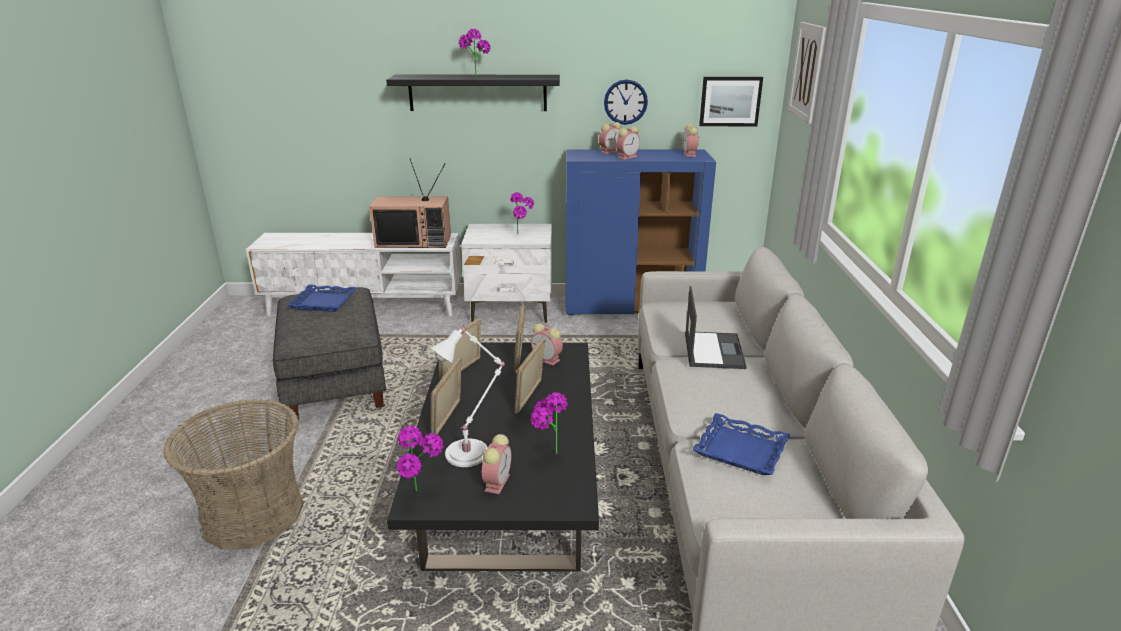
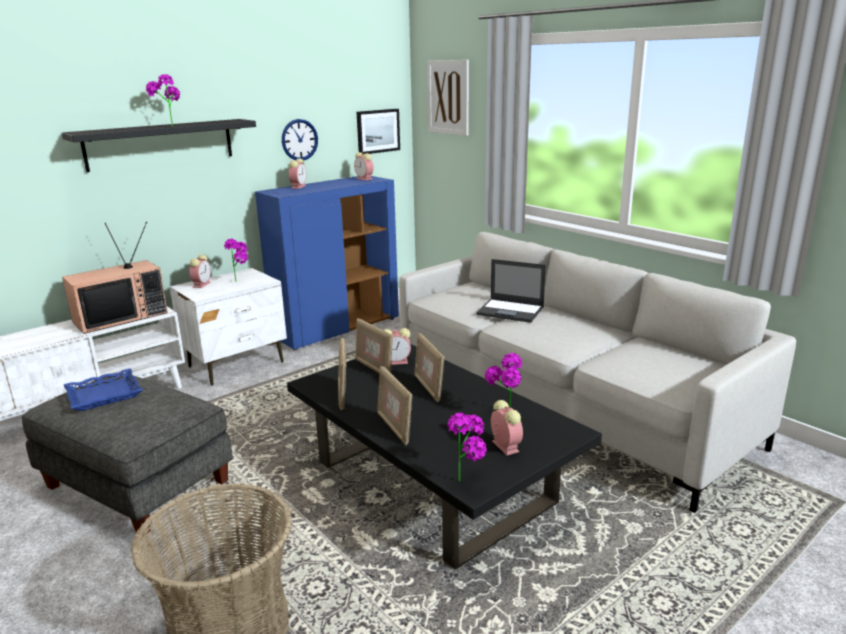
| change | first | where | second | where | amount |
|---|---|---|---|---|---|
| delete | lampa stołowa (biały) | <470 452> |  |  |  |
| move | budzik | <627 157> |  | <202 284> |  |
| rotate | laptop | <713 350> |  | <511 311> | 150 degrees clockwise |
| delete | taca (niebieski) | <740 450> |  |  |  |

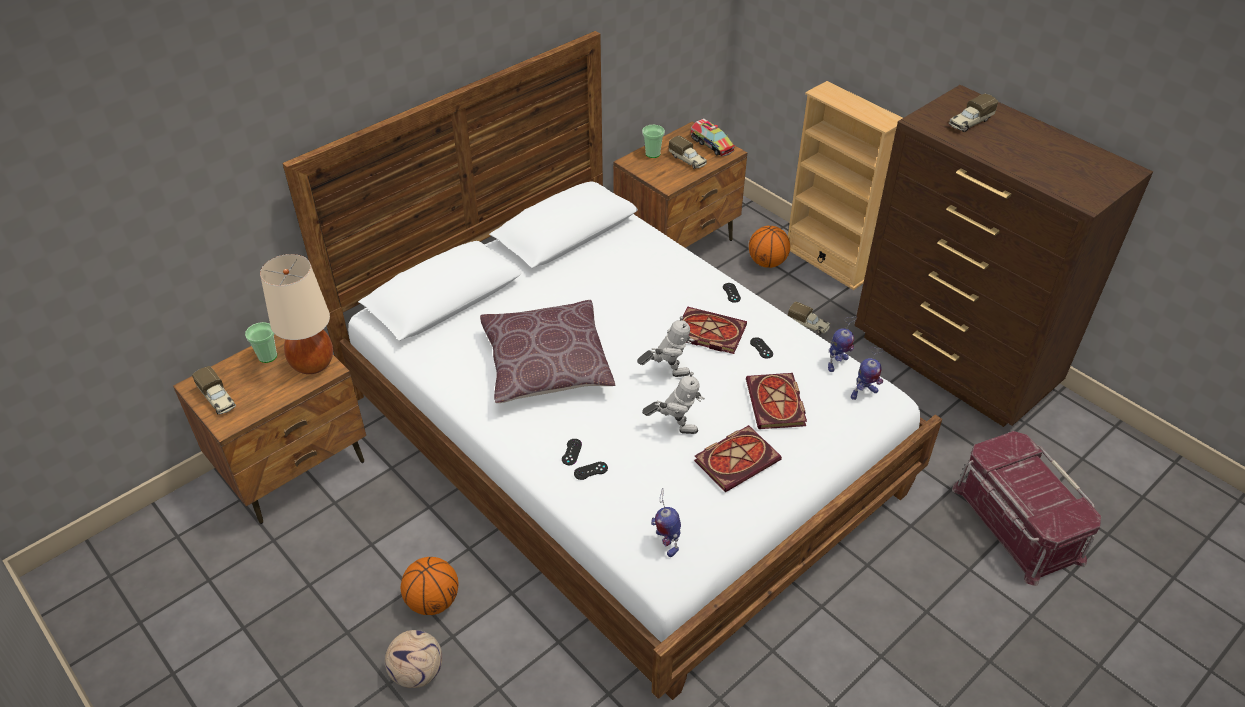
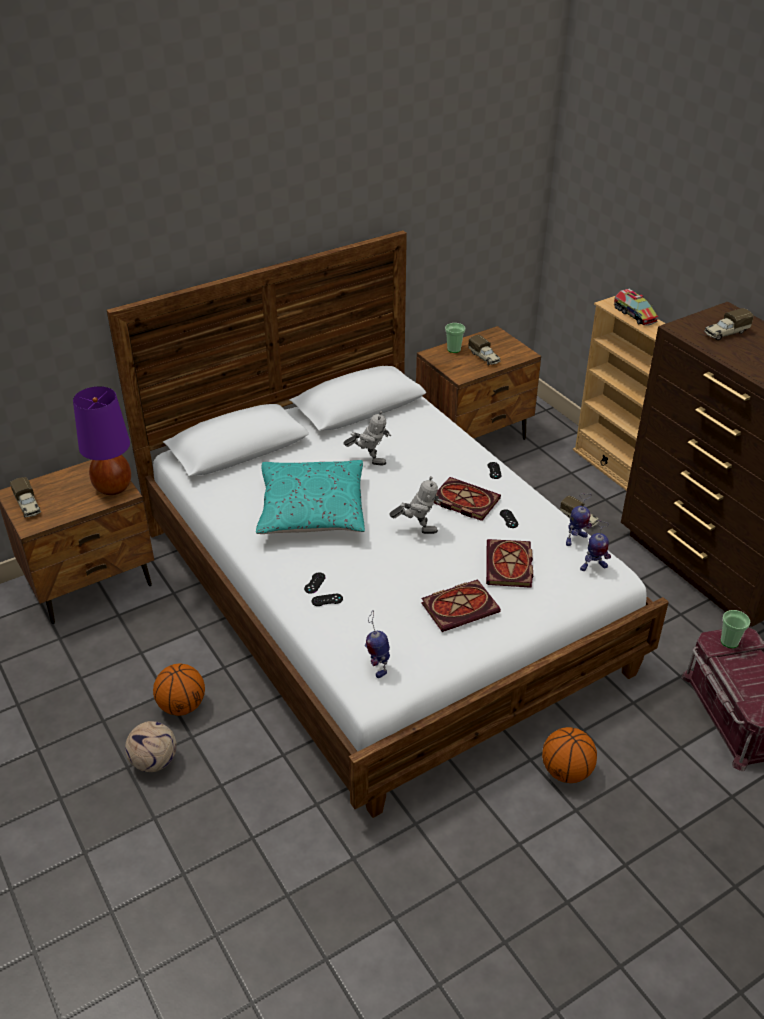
| change | first | where | second | where | amount |
|---|---|---|---|---|---|
| move | filiżanka | <267 356> |  | <729 641> |  |
| recolor | lampa stołowa (beżowy) | <312 364> | lampa stołowa (fioletowy) | <112 487> |  |
| recolor | poduszka (brązowy) | <546 365> | poduszka (turkusowy) | <312 511> |  |
| move | robot zabawkowy | <674 427> |  | <369 460> |  |
| move | ciężarówka zabawkowa | <712 144> |  | <634 314> |  |
| move | piłka do koszykówki | <767 263> |  | <566 771> |  |

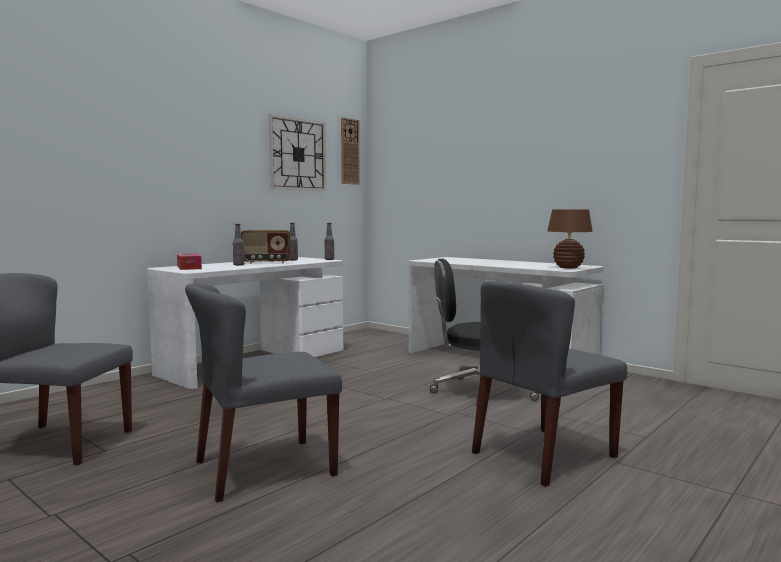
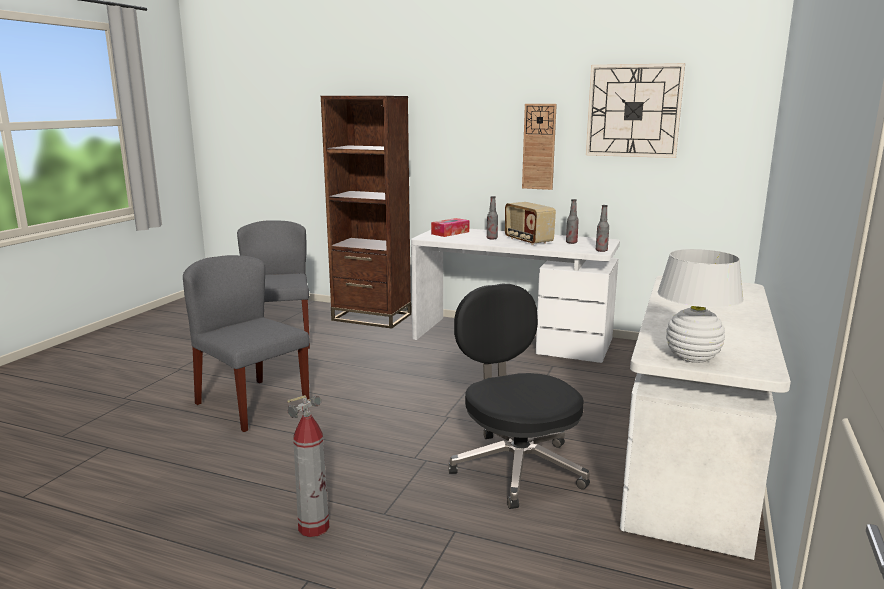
| change | first | where | second | where | amount |
|---|---|---|---|---|---|
| move | zegar ścienny | <349 151> |  | <539 147> |  |
| replace | krzesło (szary) | <543 455> | gaśnica | <314 527> |  |
| recolor | lampa stołowa (brązowy) | <568 267> | lampa stołowa (biały) | <692 357> |  |
| insert |  |  | regał (brązowy) | <371 317> |  |

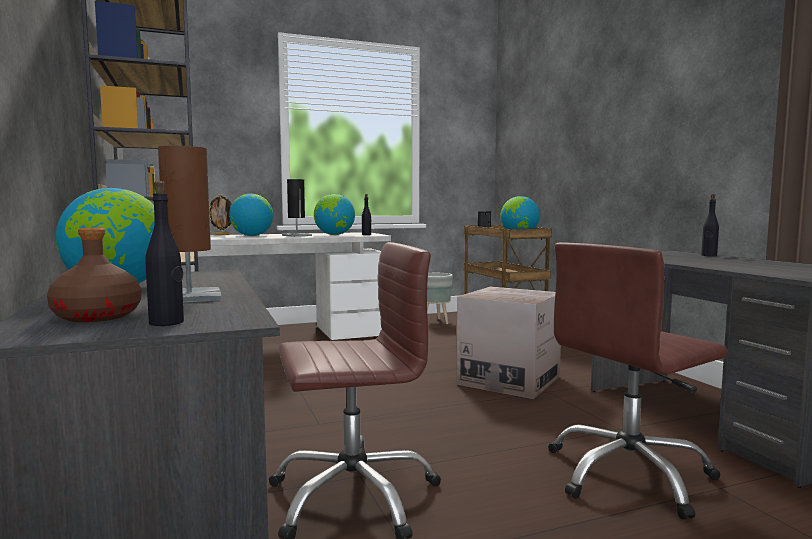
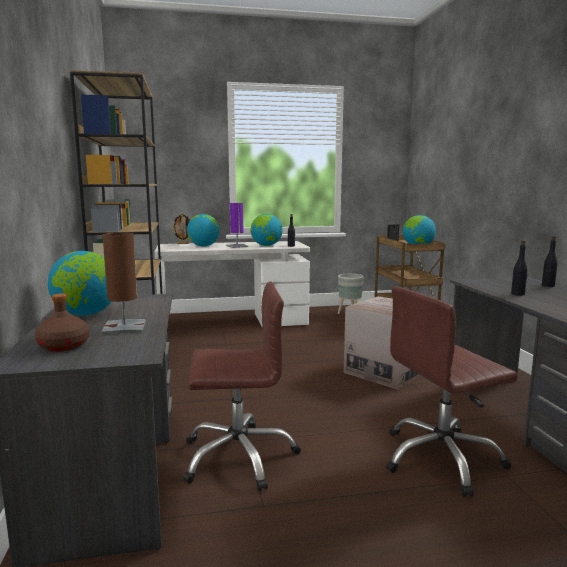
| change | first | where | second | where | amount |
|---|---|---|---|---|---|
| move | butelka (czarny) | <167 323> |  | <518 294> |  |
| recolor | lampa stołowa (czarny) | <296 235> | lampa stołowa (fioletowy) | <237 246> |  |

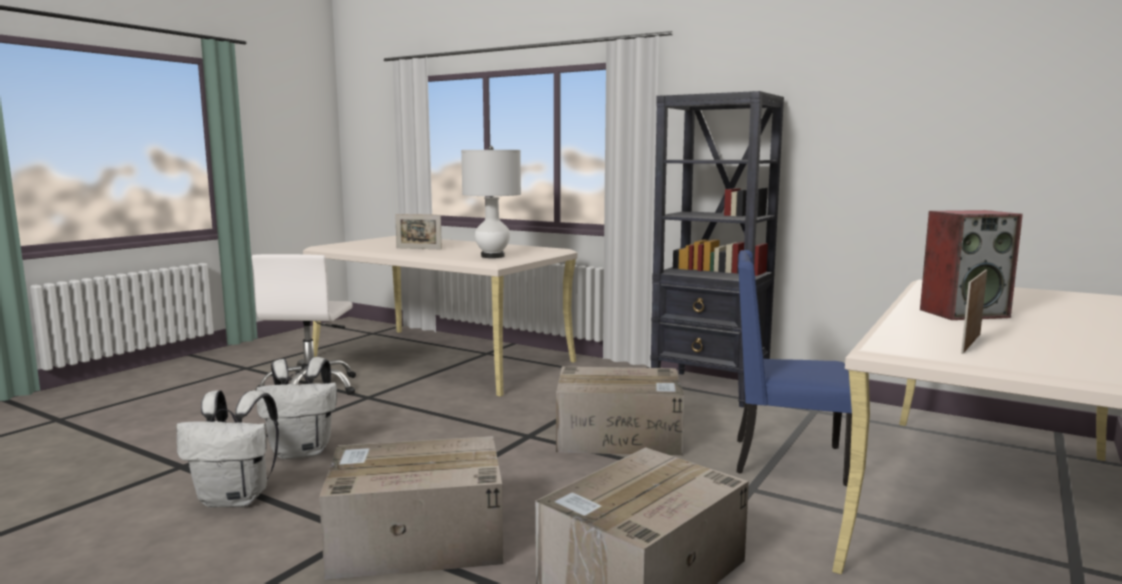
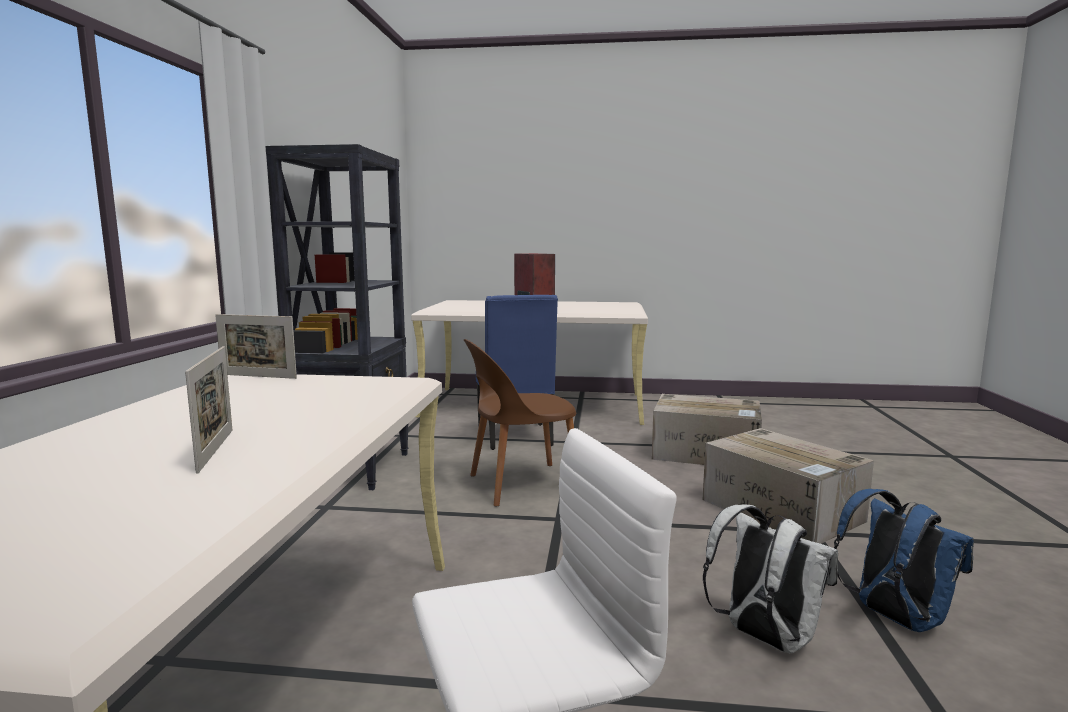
| change | first | where | second | where | amount |
|---|---|---|---|---|---|
| recolor | plecak (biały) | <236 499> | plecak (niebieski) | <893 617> |  |
| delete | lampa stołowa (biały) | <492 256> |  |  |  |
| replace | karton | <620 436> | krzesło (brązowy) | <521 484> |  |
| move | ramka na zdjęcie | <971 343> |  | <258 376> |  |

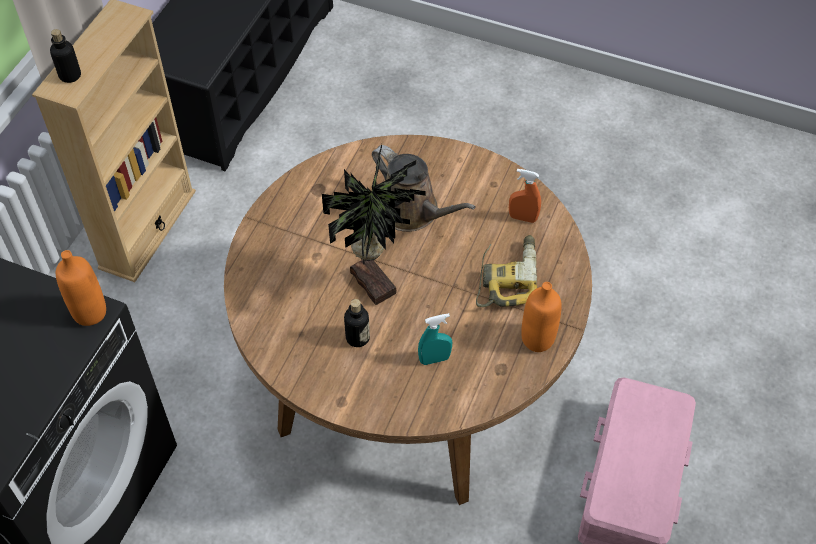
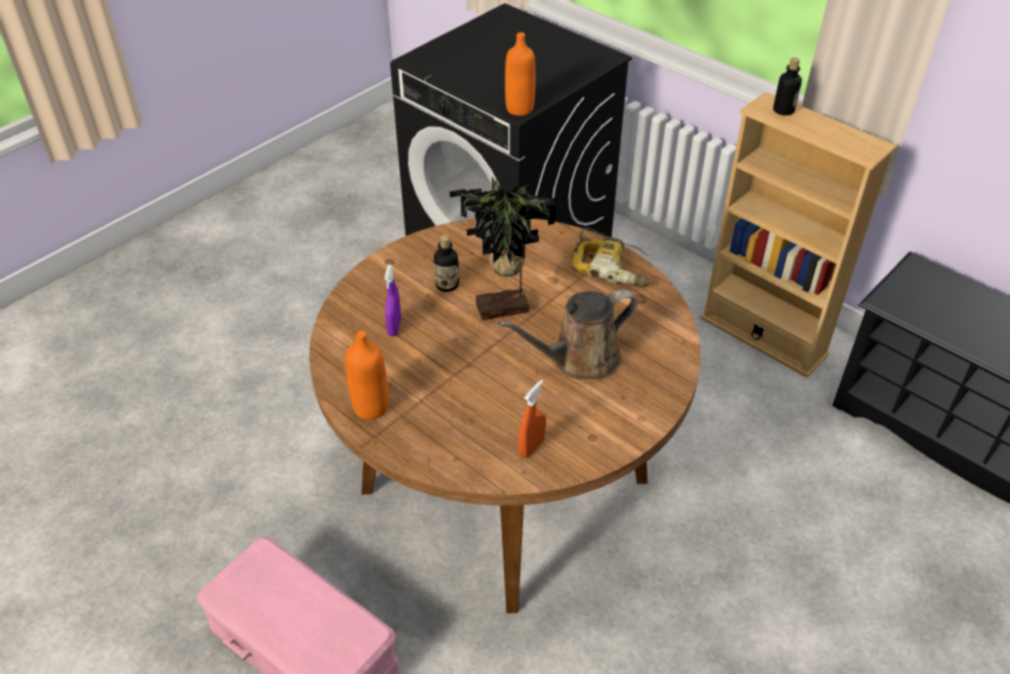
| change | first | where | second | where | amount |
|---|---|---|---|---|---|
| recolor | spryskiwacz (turkusowy) | <434 359> | spryskiwacz (fioletowy) | <394 327> |  |
| move | wiertarka | <506 276> |  | <612 266> |  |

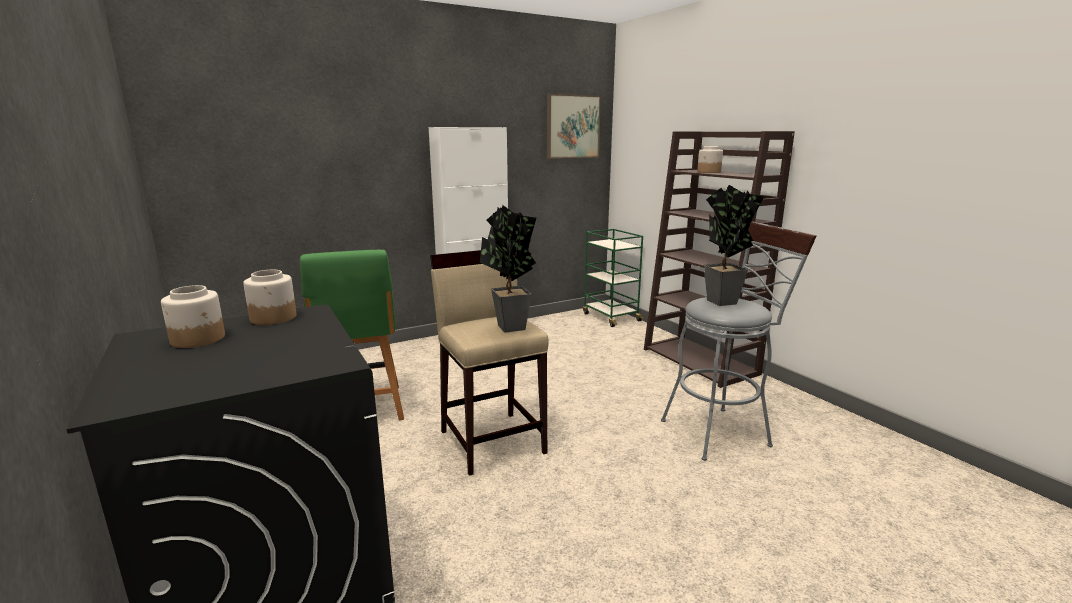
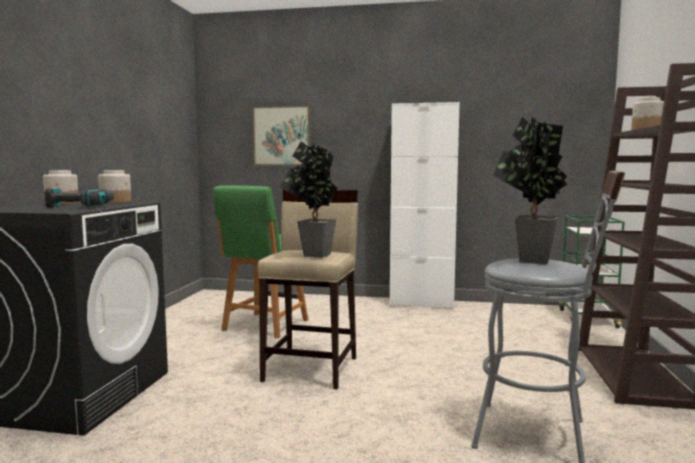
| change | first | where | second | where | amount |
|---|---|---|---|---|---|
| move | obraz | <572 126> |  | <282 136> |  |
| insert |  |  | wiertarka | <81 206> |  |

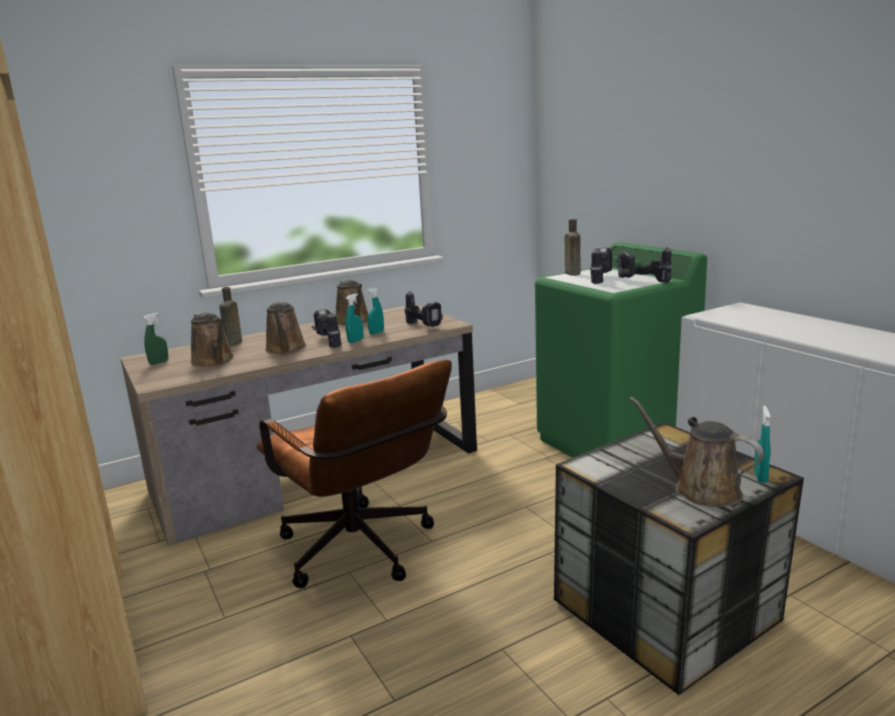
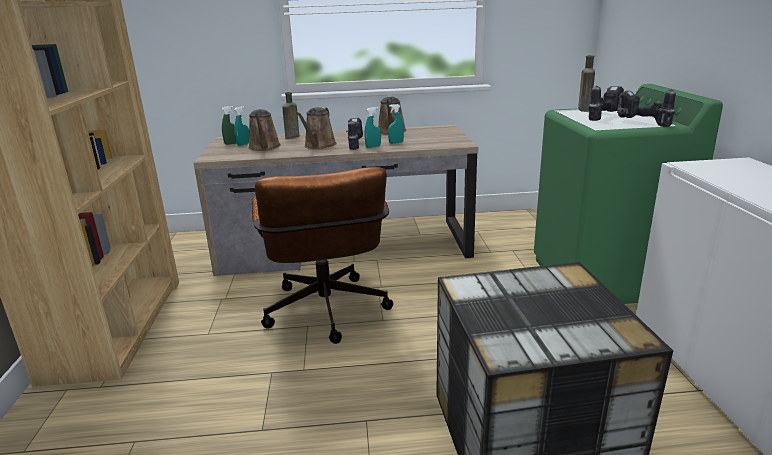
| change | first | where | second | where | amount |
|---|---|---|---|---|---|
| delete | wiertarka | <424 326> |  |  |  |
| delete | konewka (brązowy) | <700 489> |  |  |  |
| move | spryskiwacz (turkusowy) | <760 477> |  | <243 144> |  |

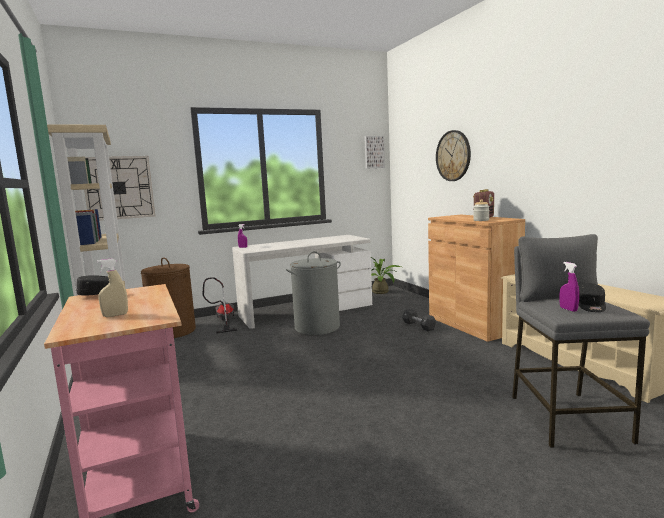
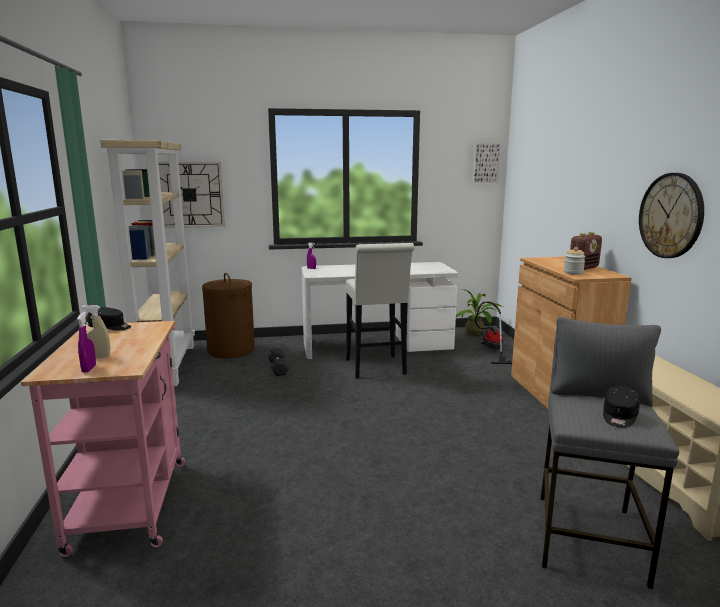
| change | first | where | second | where | amount |
|---|---|---|---|---|---|
| move | odkurzacz | <223 321> |  | <491 350> |  |
| replace | kosz na pranie (szary) | <317 327> | stołek (biały) | <376 369> |  |
| move | hantel (czarny) | <419 326> |  | <278 368> |  |
| move | zegar ścienny | <453 156> |  | <671 215> |  |
| move | spryskiwacz (fioletowy) | <568 309> |  | <89 369> |  |

